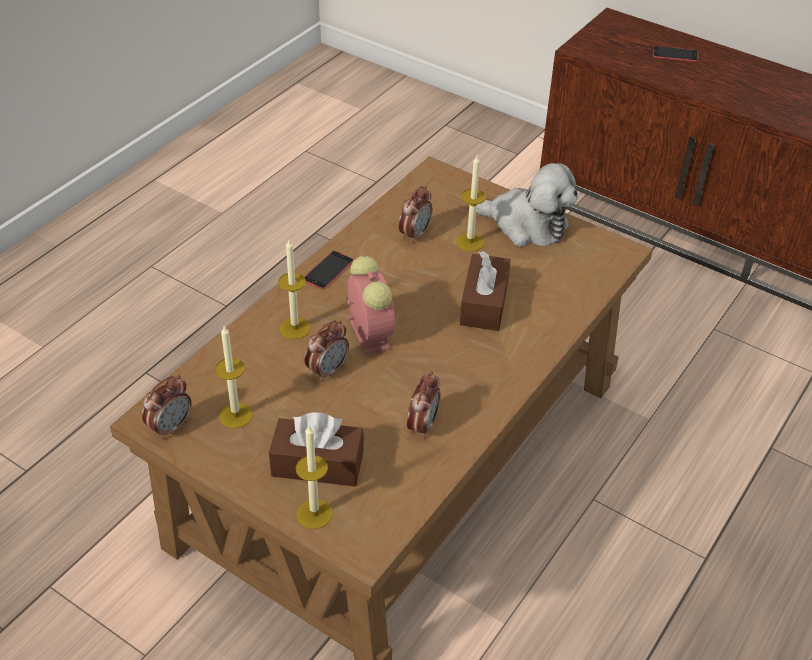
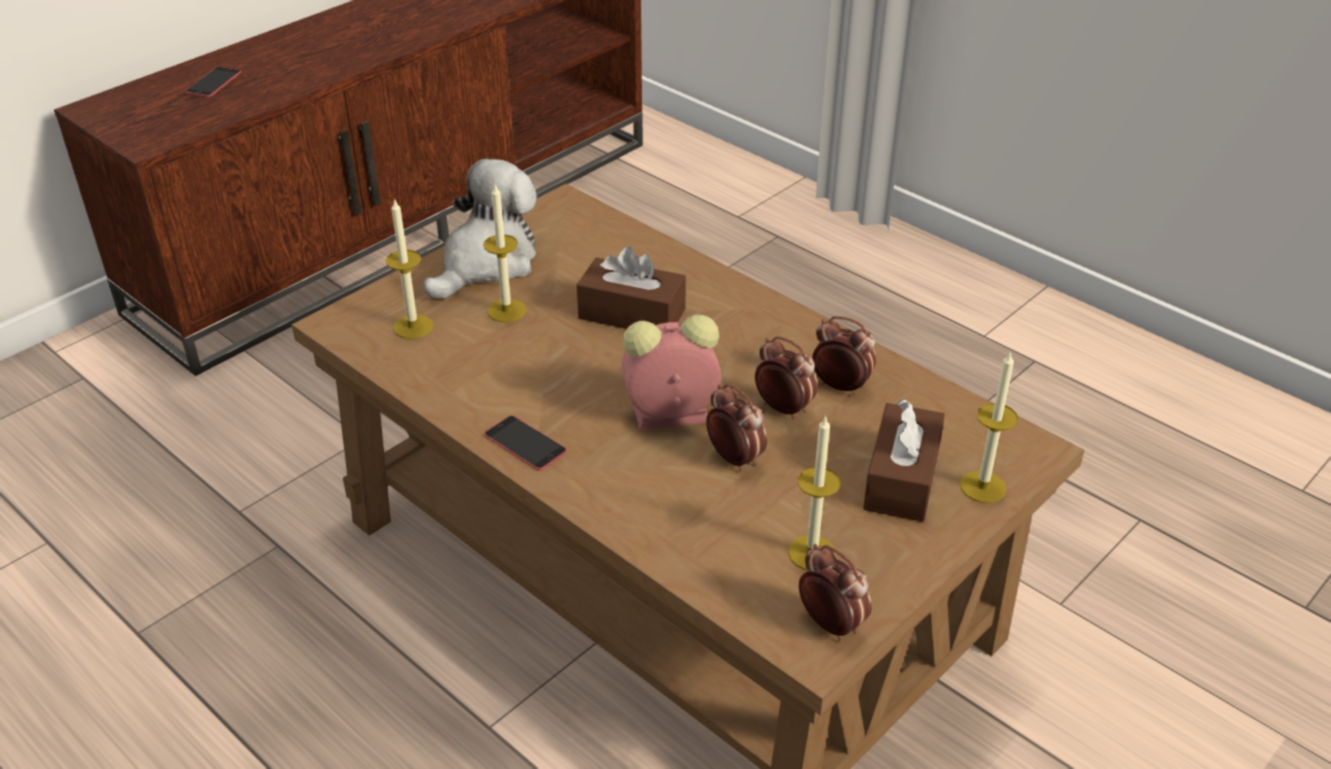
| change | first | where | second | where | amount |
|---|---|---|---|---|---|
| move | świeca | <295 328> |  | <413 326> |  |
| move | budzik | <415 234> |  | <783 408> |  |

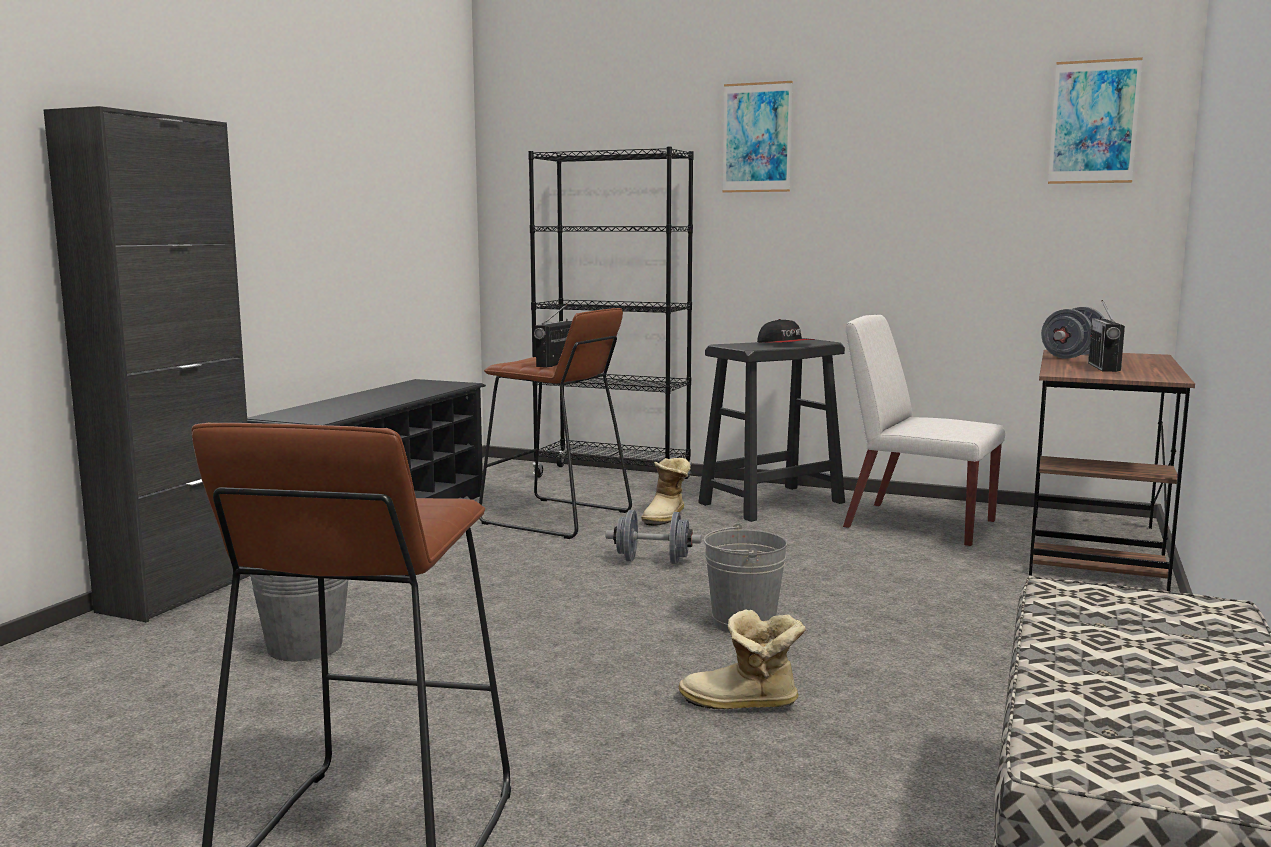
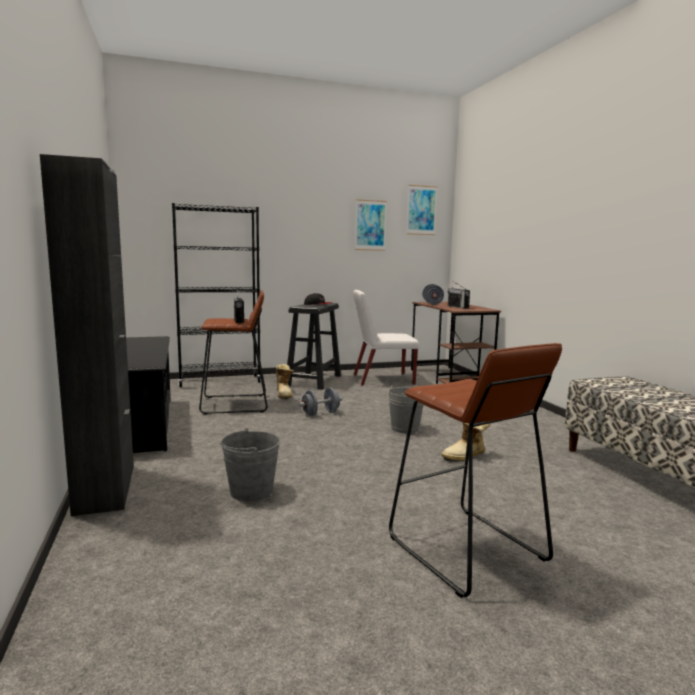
| change | first | where | second | where | amount |
|---|---|---|---|---|---|
| move | obraz | <757 137> |  | <370 225> |  |

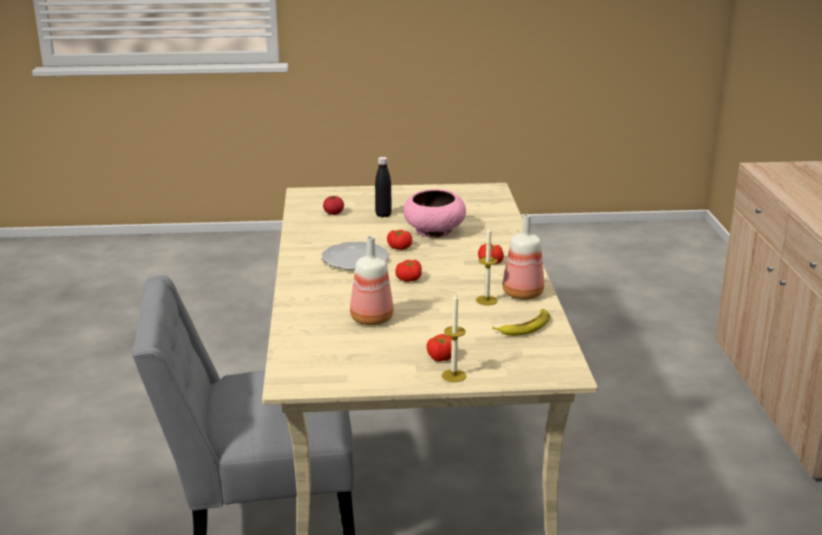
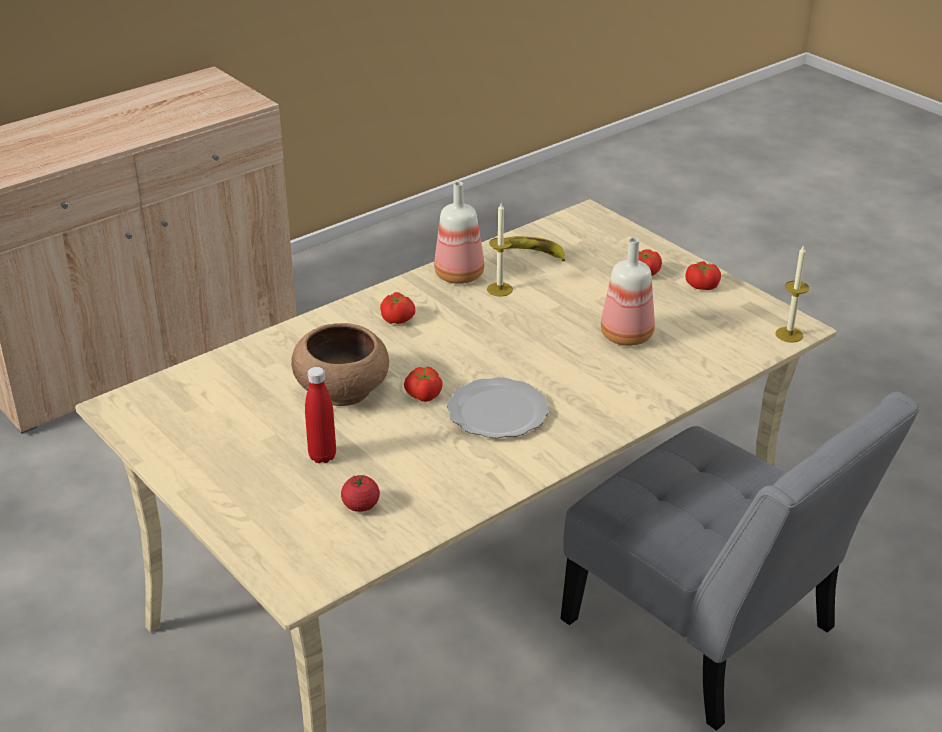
| change | first | where | second | where | amount |
|---|---|---|---|---|---|
| recolor | butelka (czarny) | <383 215> | butelka (czerwony) | <322 456> |  |
| move | pomidor | <409 279> |  | <702 285> |  |
| recolor | miska (różowy) | <434 231> | miska (brązowy) | <343 390> |  |
| move | świeca | <453 375> |  | <789 334> |  |

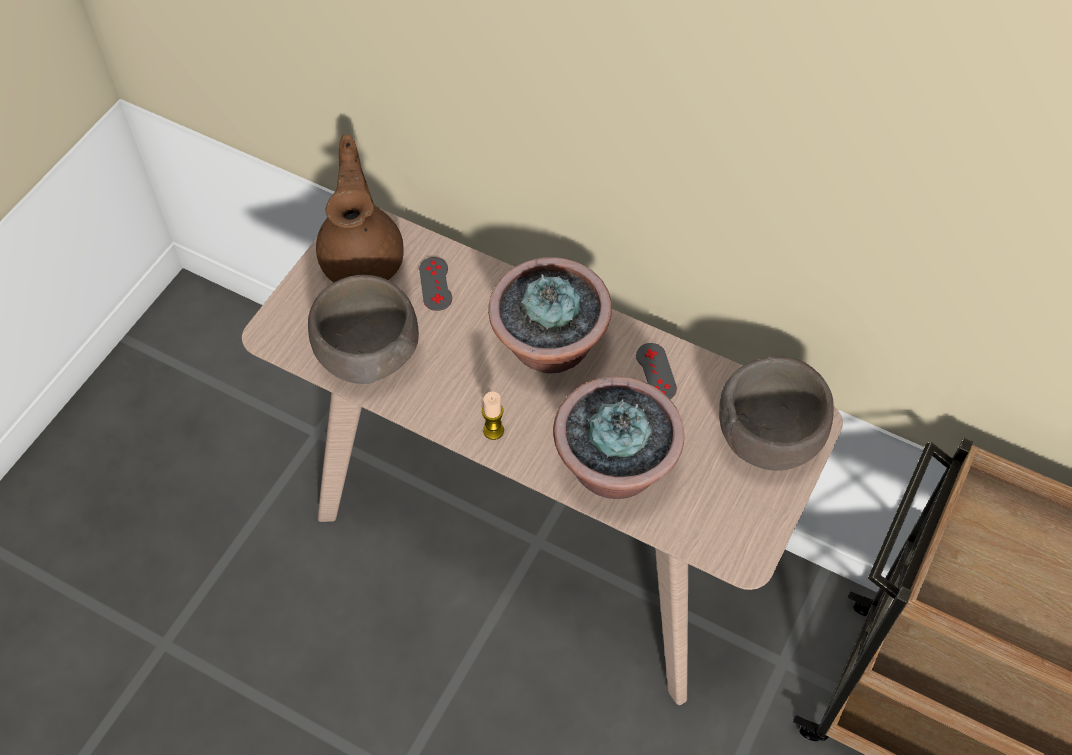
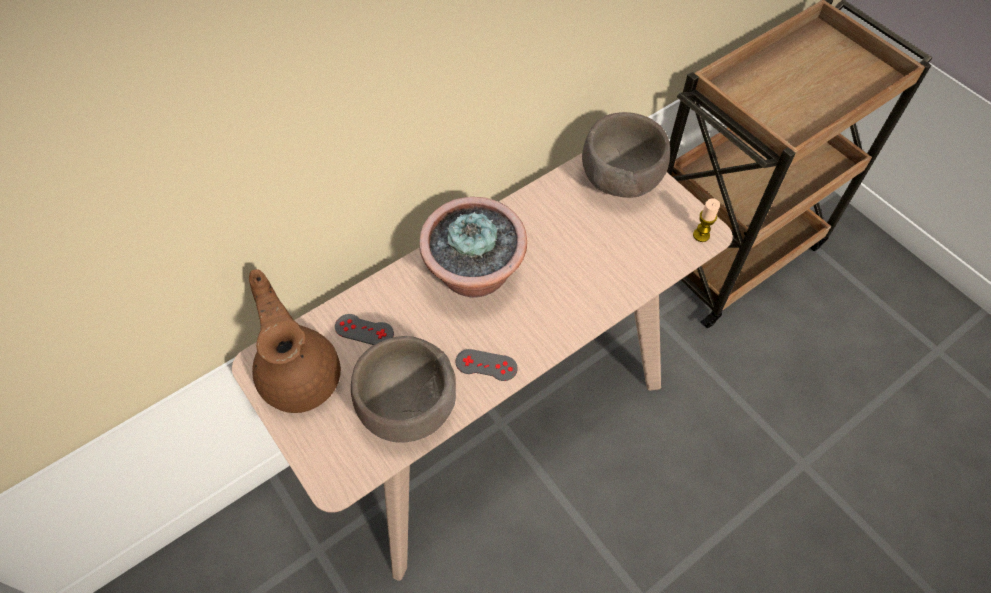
| change | first | where | second | where | amount |
|---|---|---|---|---|---|
| rotate | imbryk (brązowy) | <363 258> |  | <301 374> | 45 degrees clockwise |
| move | świeca | <493 430> |  | <701 235> |  |
| delete | roślina doniczkowa | <614 468> |  |  |  |
| move | pad do gier (szary) | <656 372> |  | <486 365> |  |

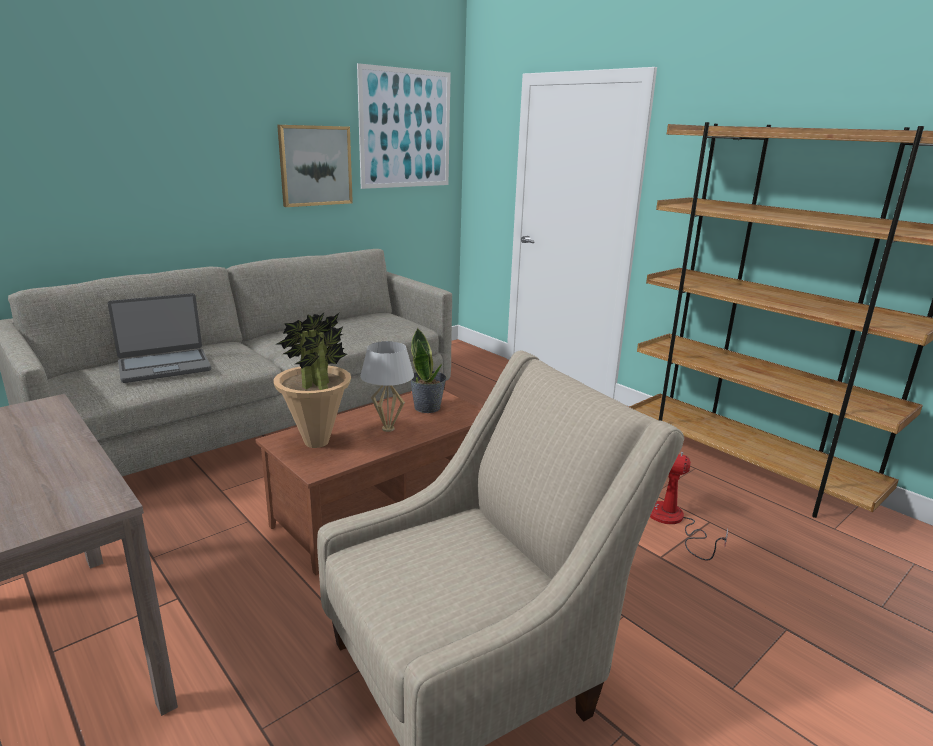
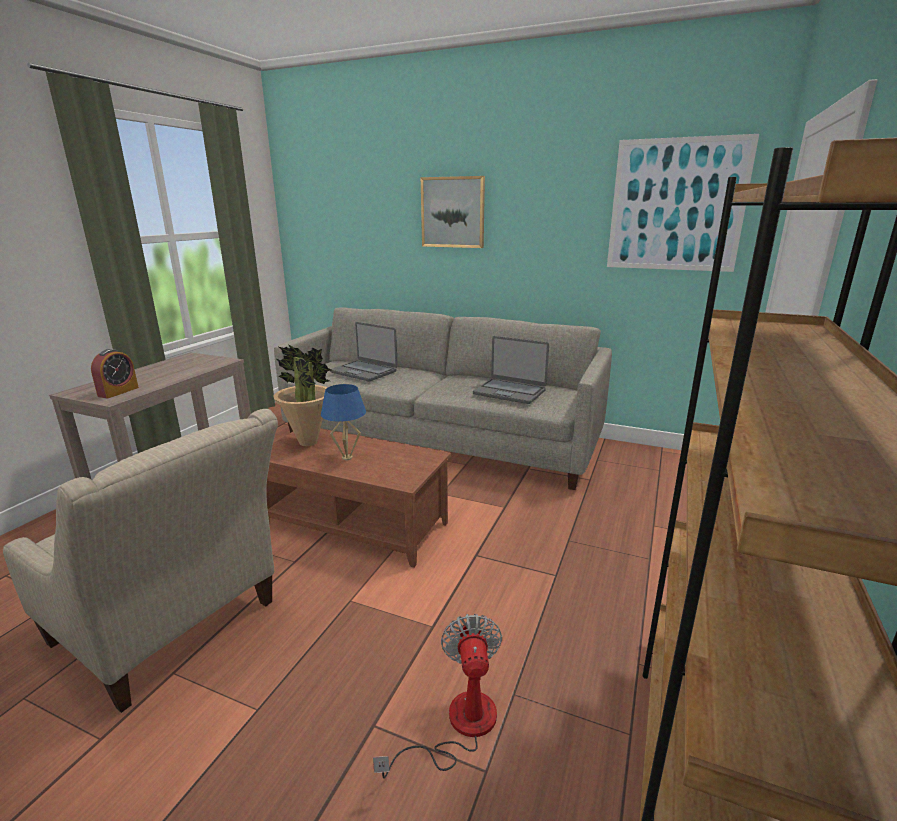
| change | first | where | second | where | amount |
|---|---|---|---|---|---|
| move | obraz | <315 165> |  | <453 212> |  |
| recolor | lampa stołowa (biały) | <388 429> | lampa stołowa (niebieski) | <347 458> |  |
| delete | roślina doniczkowa | <427 407> |  |  |  |
| insert |  |  | budzik | <118 392> |  |
| insert |  |  | laptop | <510 392> |  |

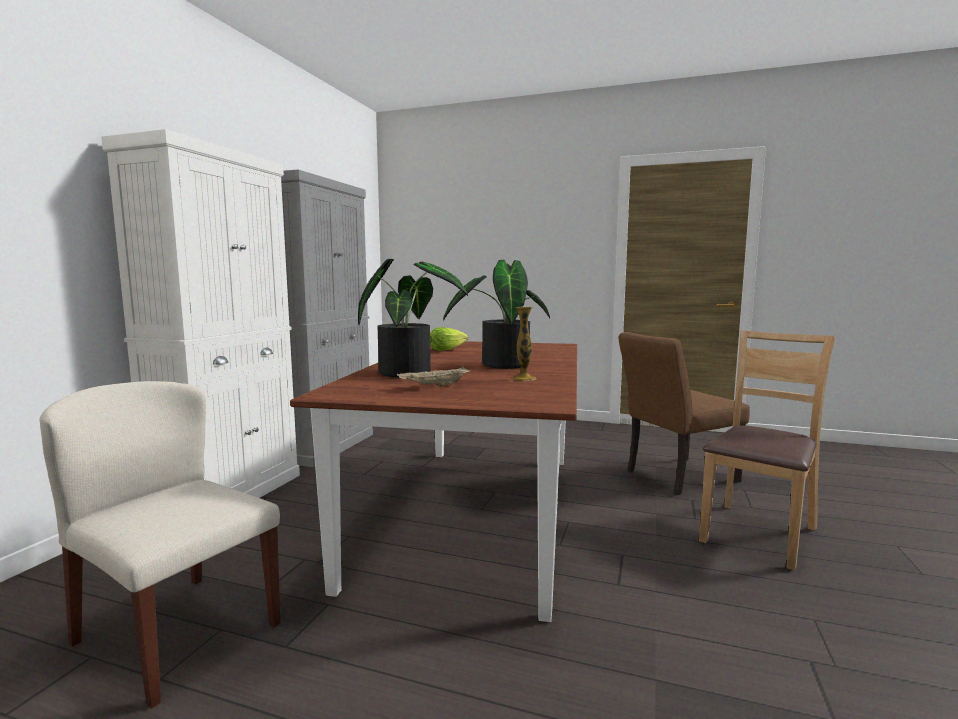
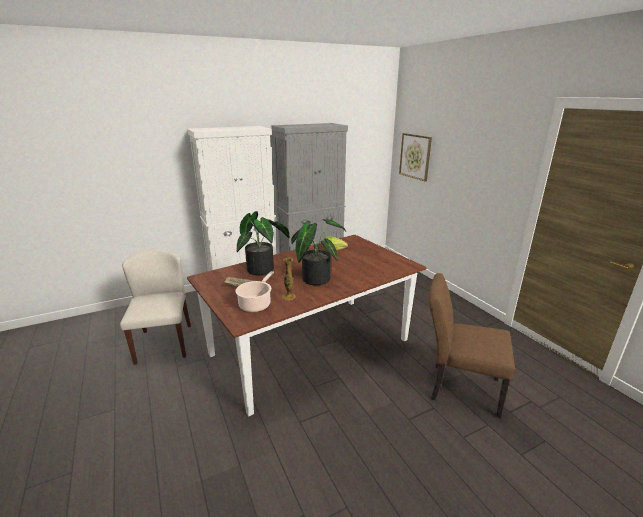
| change | first | where | second | where | amount |
|---|---|---|---|---|---|
| delete | krzesło (brązowy) | <758 533> |  |  |  |
| insert |  |  | garnek | <256 304> |  |
| insert |  |  | obraz | <415 156> |  |

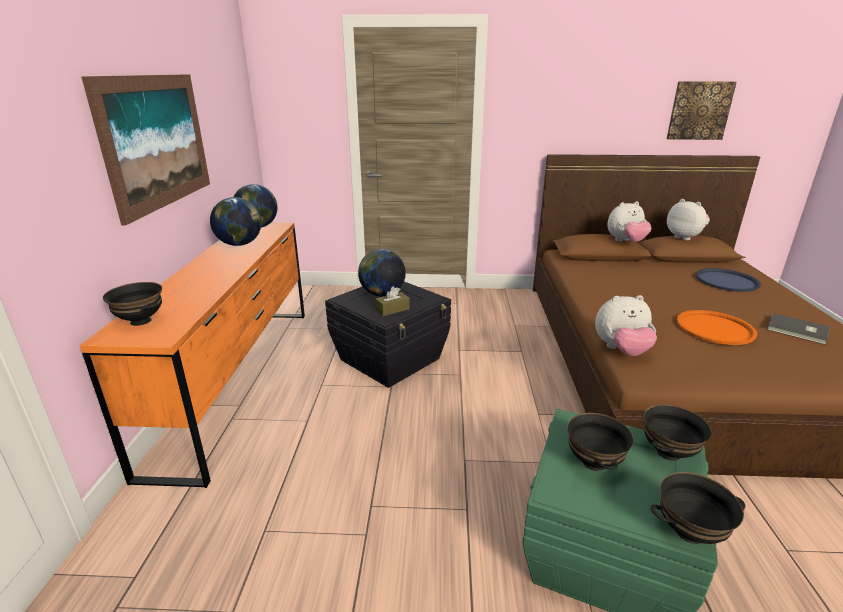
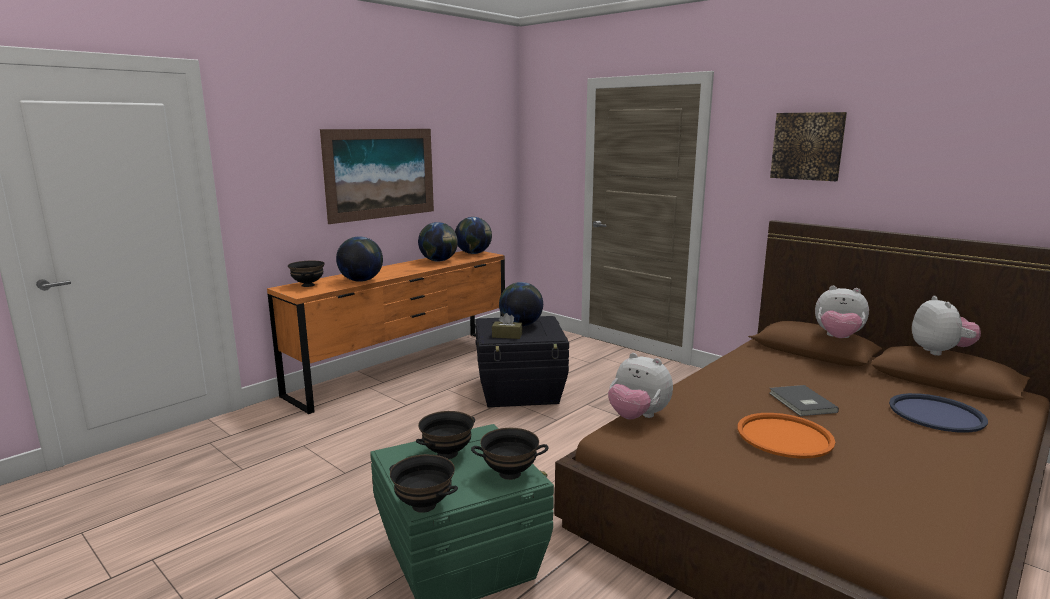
| change | first | where | second | where | amount |
|---|---|---|---|---|---|
| move | obraz | <699 110> |  | <807 146> |  |
| move | książka (szary) | <798 331> |  | <801 403> |  |
| insert |  |  | globus | <361 280> |  |

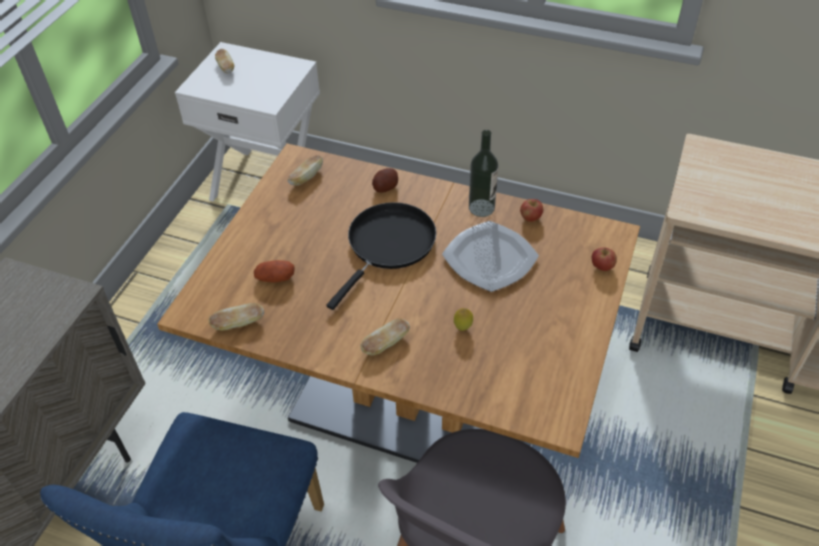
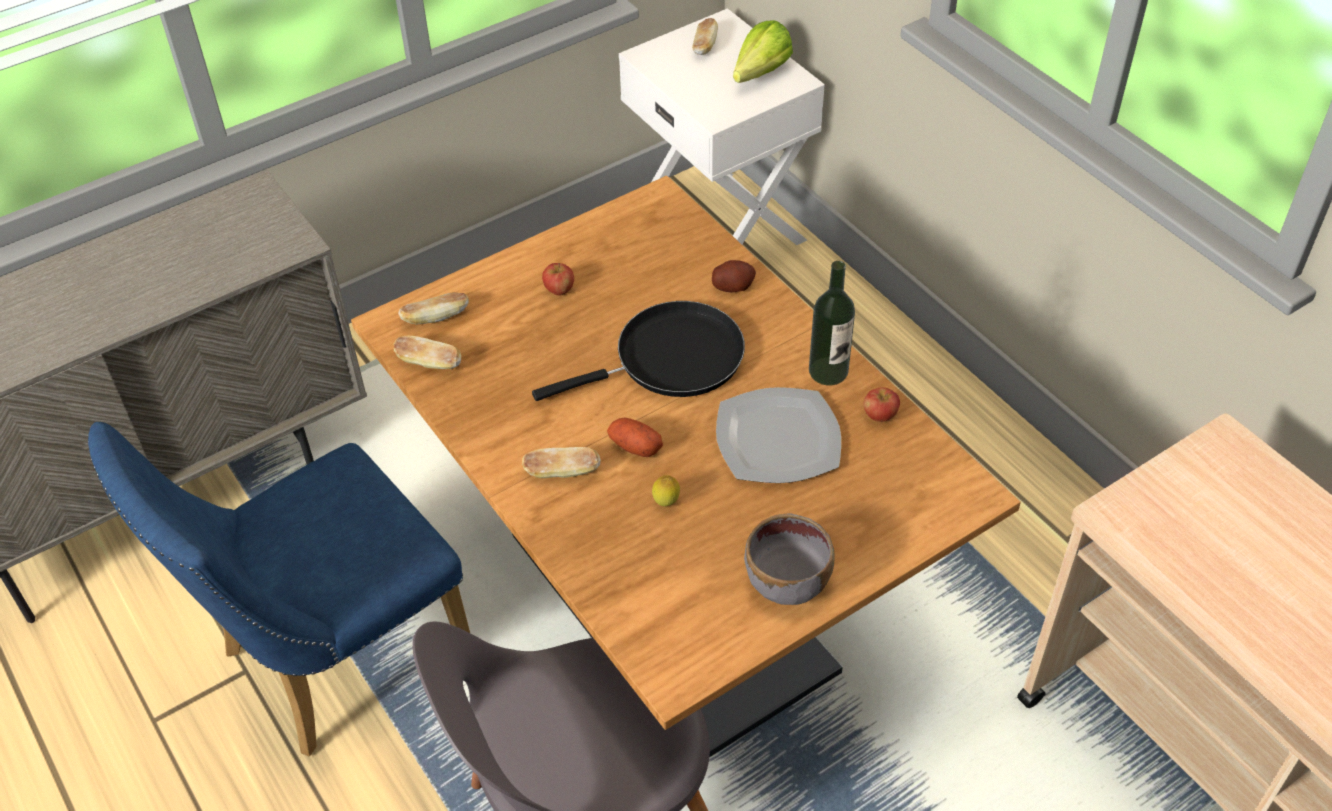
| change | first | where | second | where | amount |
|---|---|---|---|---|---|
| move | ziemniak | <275 278> |  | <635 446> |  |
| move | chleb | <306 177> |  | <435 318> |  |
| move | jabłko | <602 267> |  | <559 290> |  |
| insert |  |  | sałata | <755 76> |  |
| insert |  |  | miska (szary) | <787 583> |  |

